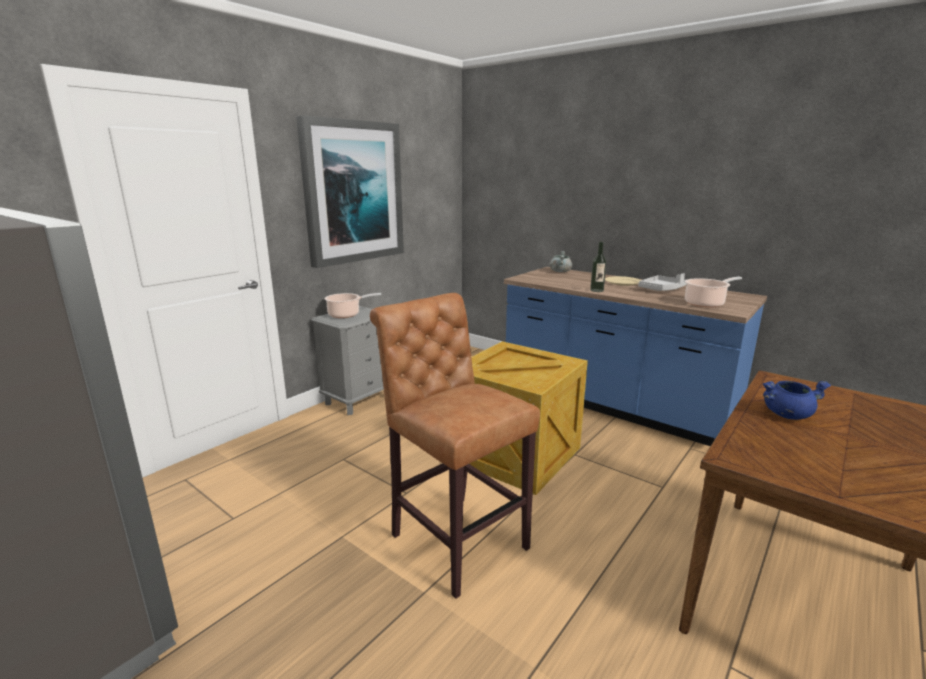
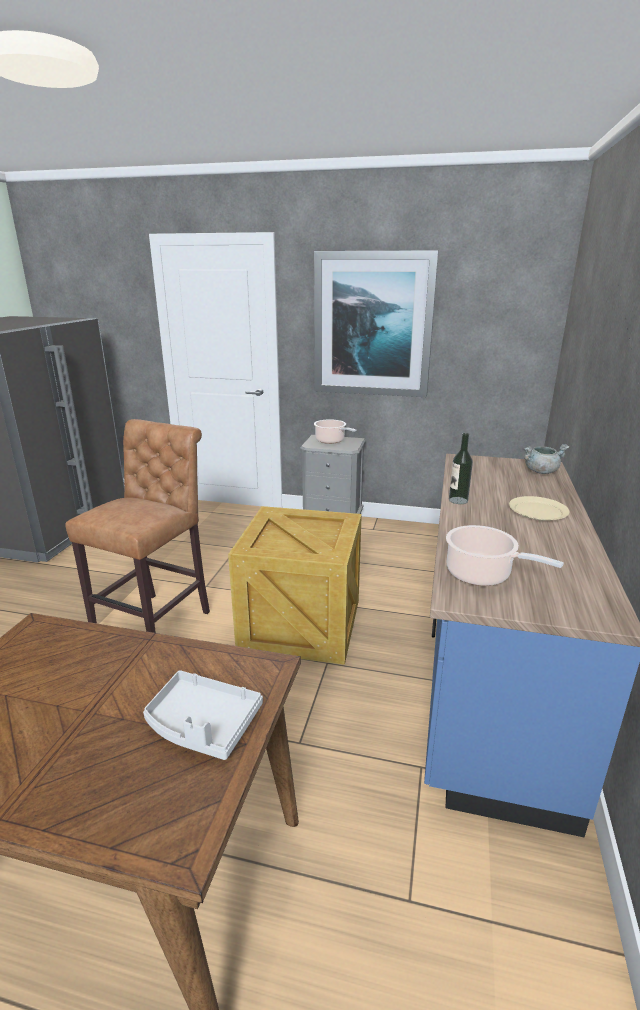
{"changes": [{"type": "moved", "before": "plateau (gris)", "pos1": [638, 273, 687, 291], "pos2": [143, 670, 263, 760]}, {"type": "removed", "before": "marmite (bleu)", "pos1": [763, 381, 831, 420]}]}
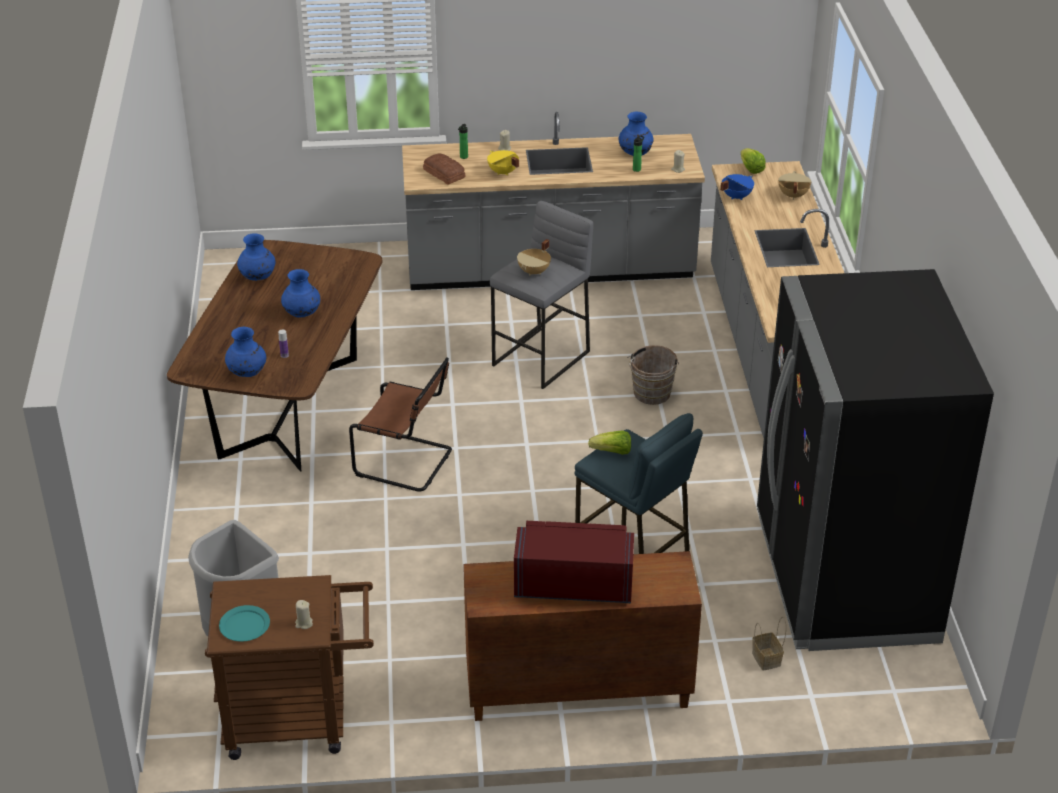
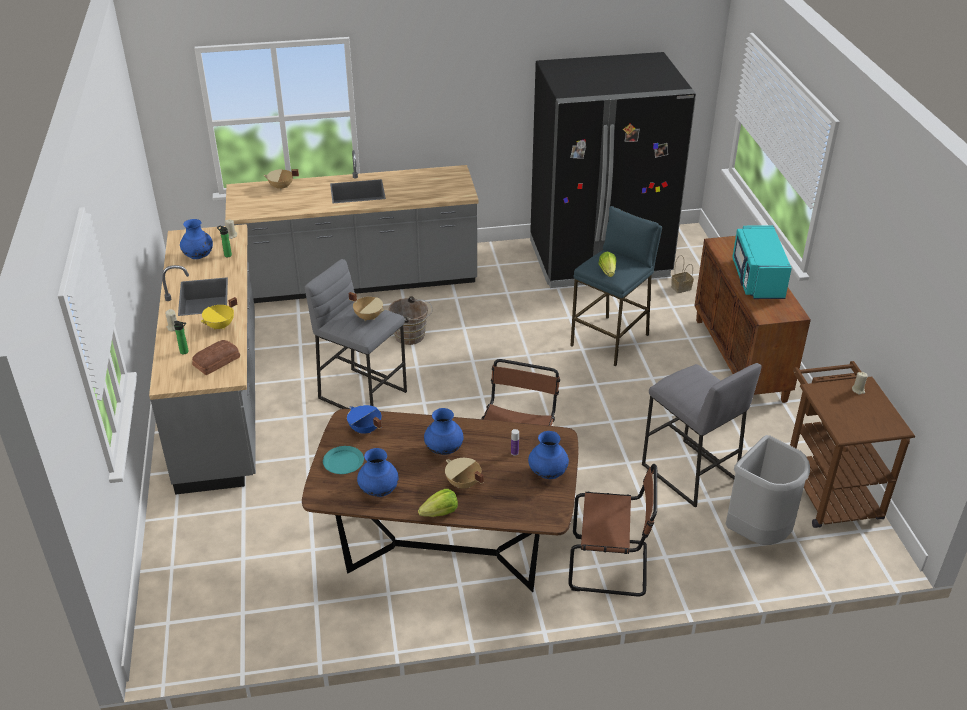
{"changes": [{"type": "moved", "before": "assiette (turquoise)", "pos1": [219, 605, 270, 642], "pos2": [323, 446, 364, 474]}, {"type": "recoloured", "before": "micro-ondes (rouge)", "after": "micro-ondes (turquoise)", "pos1": [514, 521, 634, 603], "pos2": [733, 225, 792, 299]}, {"type": "moved", "before": "marmite (bleu)", "pos1": [720, 174, 754, 200], "pos2": [347, 405, 382, 434]}, {"type": "moved", "before": "laitue", "pos1": [741, 148, 766, 174], "pos2": [418, 489, 458, 517]}, {"type": "added", "after": "marmite (beige)", "pos2": [445, 458, 484, 488]}, {"type": "added", "after": "chaise (marron)", "pos2": [568, 464, 657, 596]}, {"type": "added", "after": "tabouret (gris)", "pos2": [642, 363, 762, 508]}]}
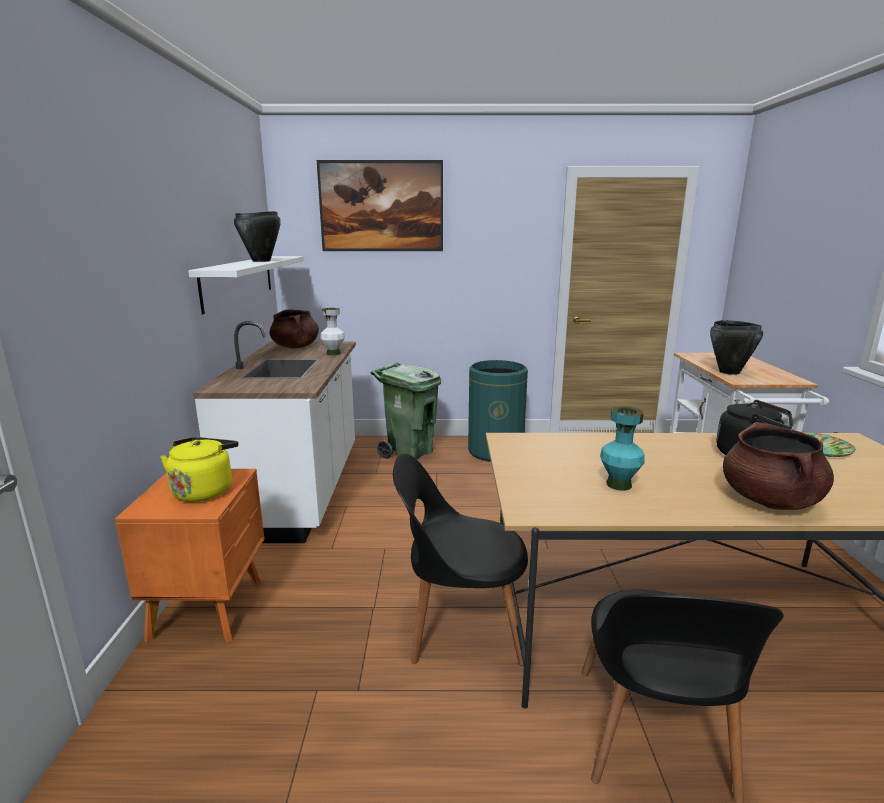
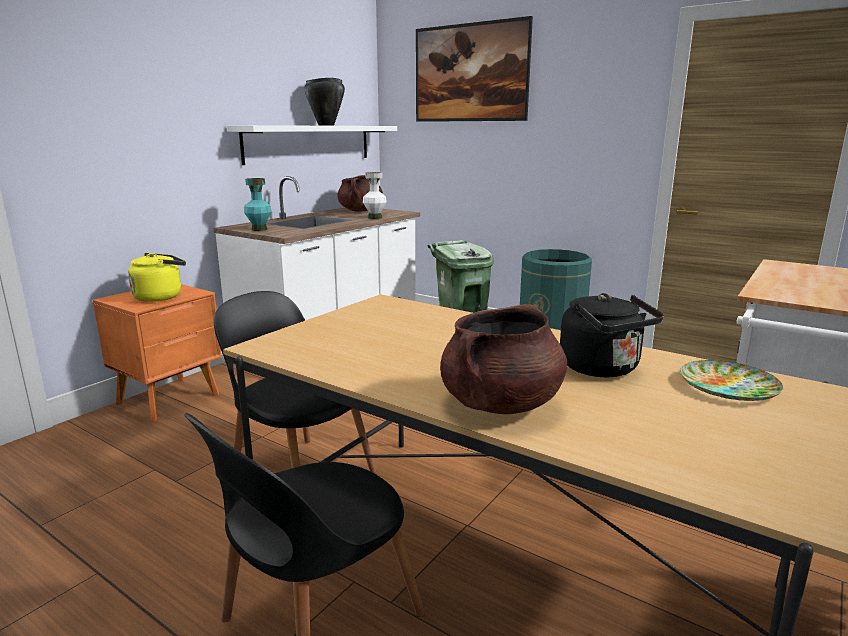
{"changes": [{"type": "moved", "before": "vase (turquoise)", "pos1": [600, 406, 644, 491], "pos2": [244, 178, 271, 231]}, {"type": "removed", "before": "marmite (noir)", "pos1": [710, 320, 763, 375]}]}
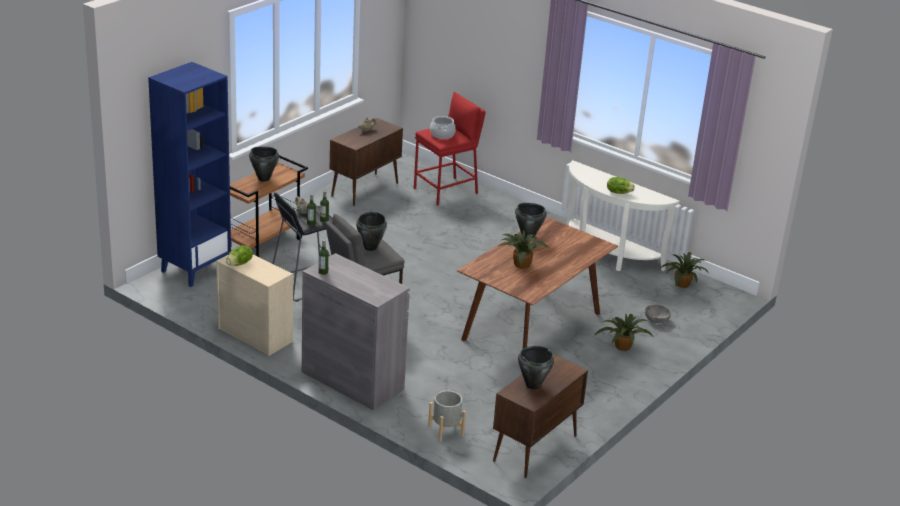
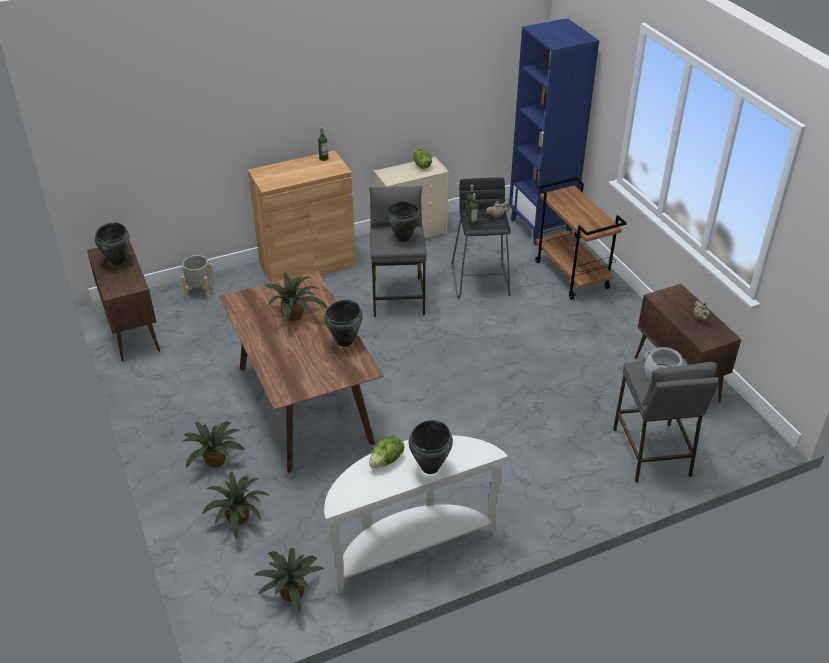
{"changes": [{"type": "moved", "before": "marmite (noir)", "pos1": [249, 146, 279, 181], "pos2": [409, 420, 453, 474]}, {"type": "recoloured", "before": "meuble de rangement (gris)", "after": "meuble de rangement (marron)", "pos1": [302, 253, 410, 410], "pos2": [248, 151, 356, 283]}, {"type": "recoloured", "before": "tabouret (rouge)", "after": "tabouret (gris)", "pos1": [414, 92, 486, 206], "pos2": [613, 358, 719, 482]}, {"type": "replaced", "before": "bol (gris)", "after": "plante en pot", "pos1": [645, 304, 671, 323], "pos2": [202, 471, 269, 540]}]}
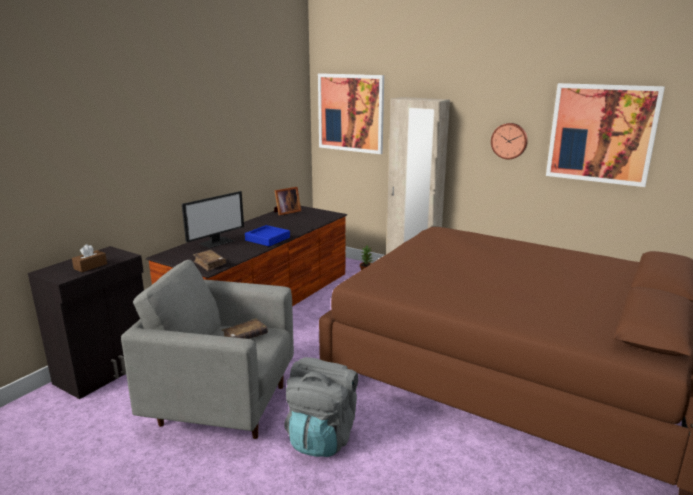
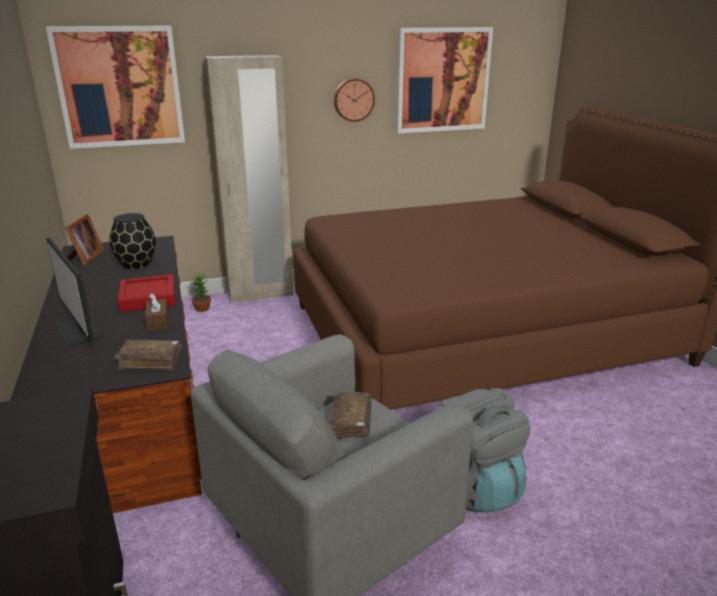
{"changes": [{"type": "moved", "before": "boîte à mouchoirs (marron)", "pos1": [72, 244, 107, 272], "pos2": [145, 293, 168, 331]}, {"type": "turned", "before": "écran d'ordinateur", "pos1": [182, 191, 244, 248], "pos2": [46, 238, 102, 346], "turn": 150}, {"type": "recoloured", "before": "plateau (bleu)", "after": "plateau (rouge)", "pos1": [245, 225, 290, 246], "pos2": [118, 274, 176, 312]}, {"type": "added", "after": "vase (noir)", "pos2": [109, 213, 156, 269]}]}
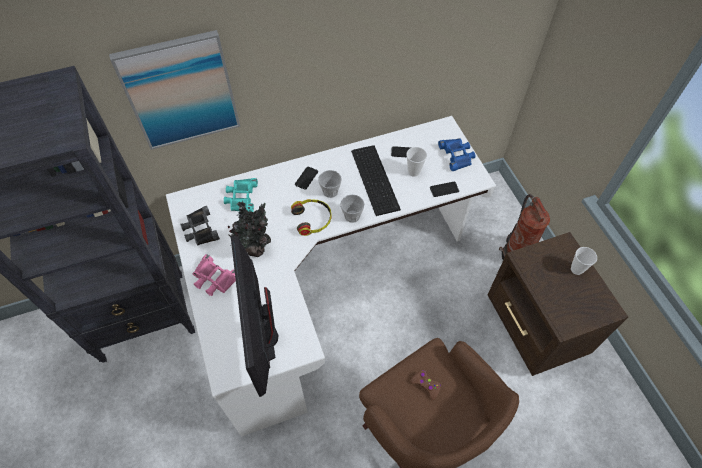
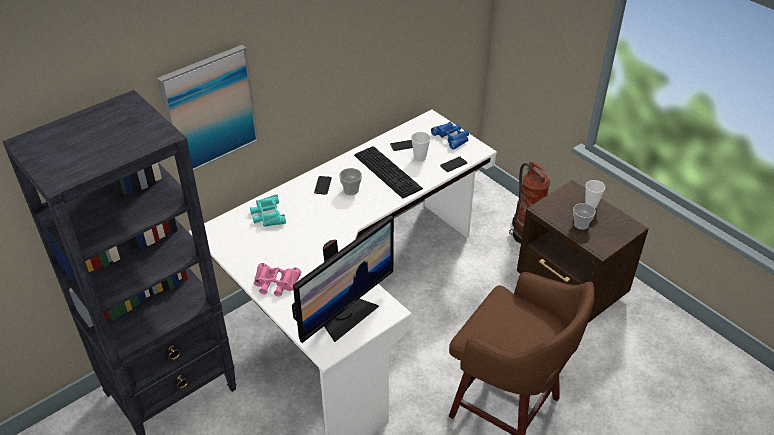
{"changes": [{"type": "removed", "before": "jumelles (noir)", "pos1": [180, 206, 220, 246]}, {"type": "removed", "before": "plante en pot", "pos1": [228, 201, 271, 257]}, {"type": "turned", "before": "écran d'ordinateur", "pos1": [231, 235, 279, 397], "pos2": [292, 216, 394, 343], "turn": -105}, {"type": "removed", "before": "casque audio", "pos1": [291, 199, 331, 236]}, {"type": "moved", "before": "tasse", "pos1": [340, 195, 364, 223], "pos2": [573, 203, 596, 230]}, {"type": "removed", "before": "manette (marron)", "pos1": [410, 370, 441, 400]}]}
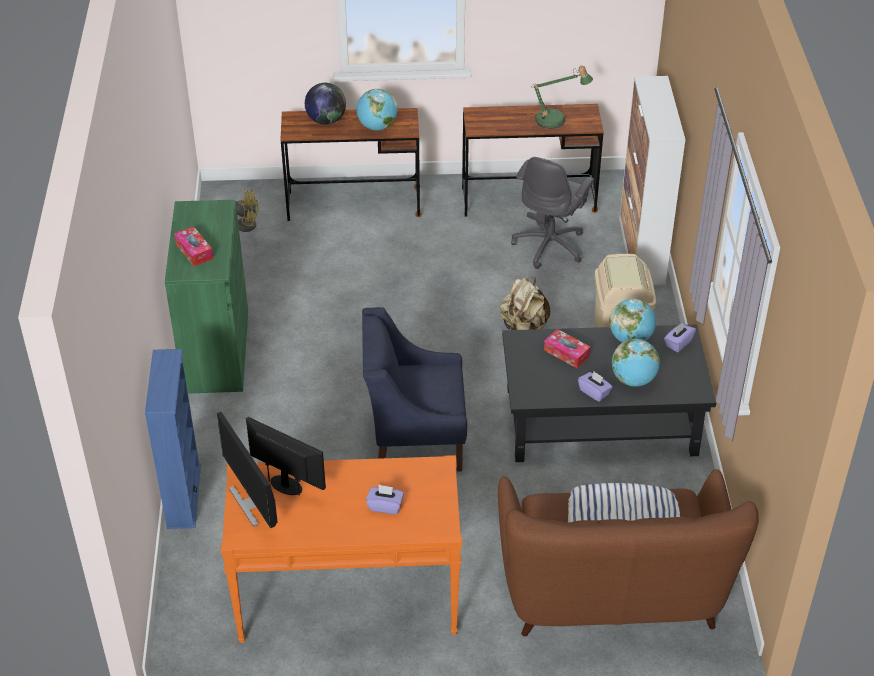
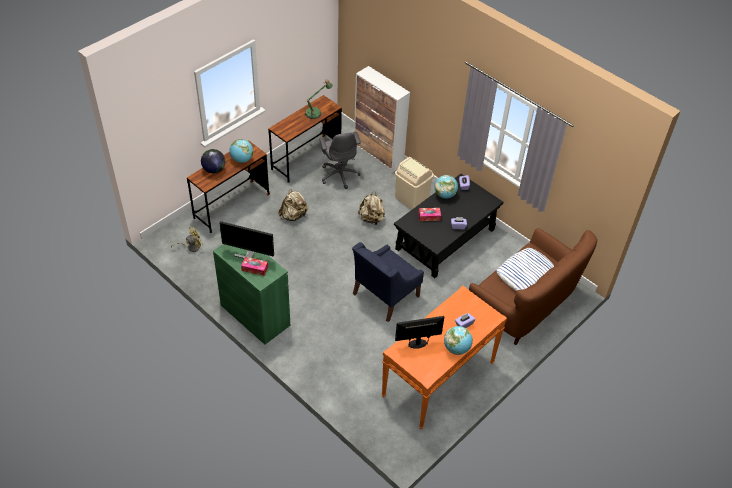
{"changes": [{"type": "removed", "before": "bibliothèque (bleu)", "pos1": [145, 349, 201, 529]}, {"type": "moved", "before": "écran d'ordinateur", "pos1": [217, 412, 277, 528], "pos2": [219, 221, 274, 259]}, {"type": "moved", "before": "globe", "pos1": [612, 339, 660, 387], "pos2": [444, 326, 473, 355]}, {"type": "added", "after": "sac à dos (beige)", "pos2": [278, 189, 308, 221]}]}
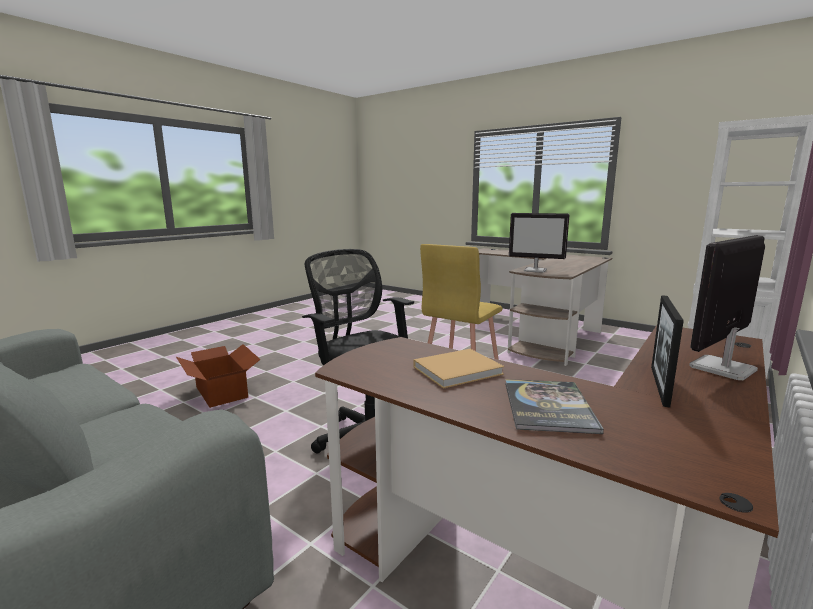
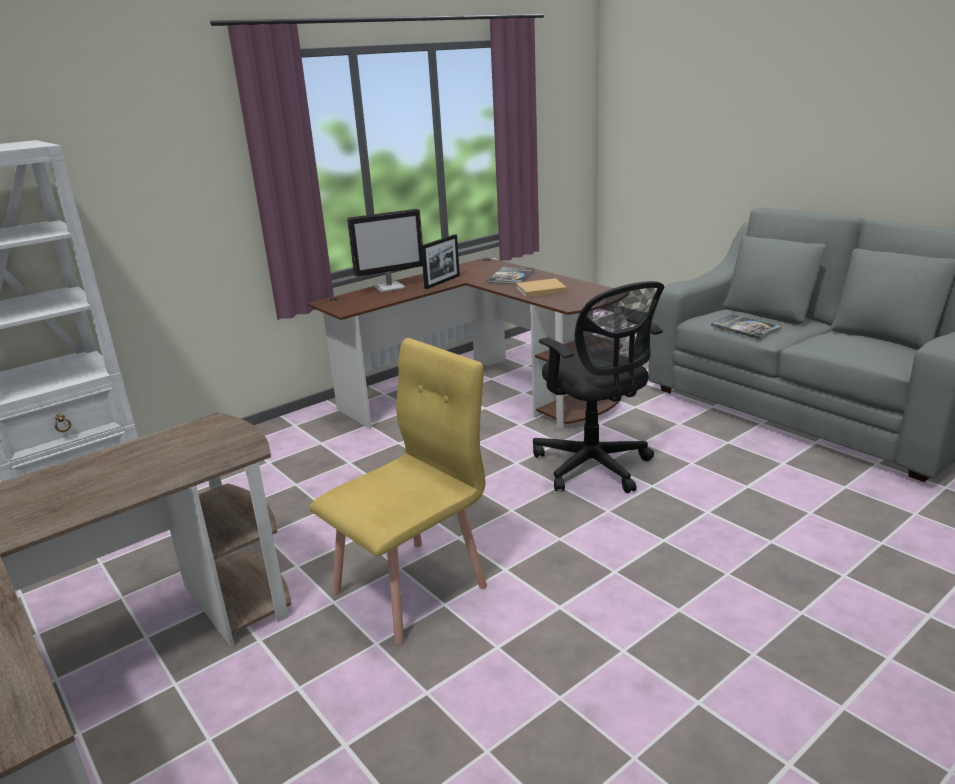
{"changes": [{"type": "removed", "before": "carton", "pos1": [176, 344, 261, 408]}, {"type": "removed", "before": "écran d'ordinateur", "pos1": [509, 213, 569, 273]}, {"type": "added", "after": "livre", "pos2": [711, 314, 782, 339]}]}
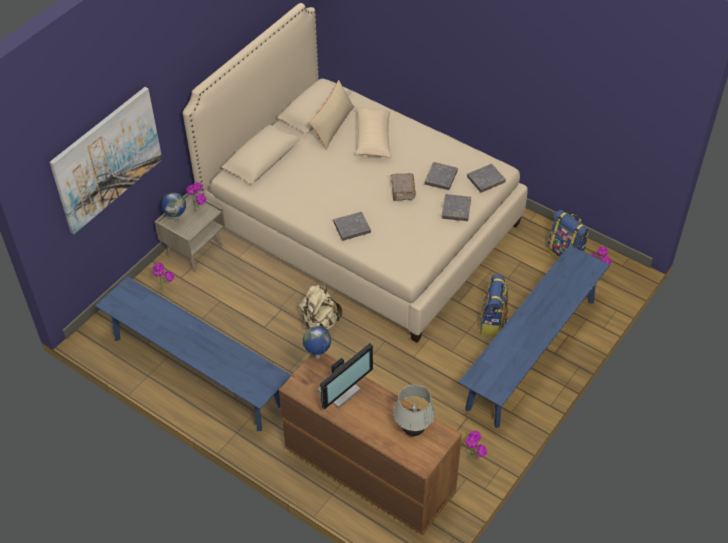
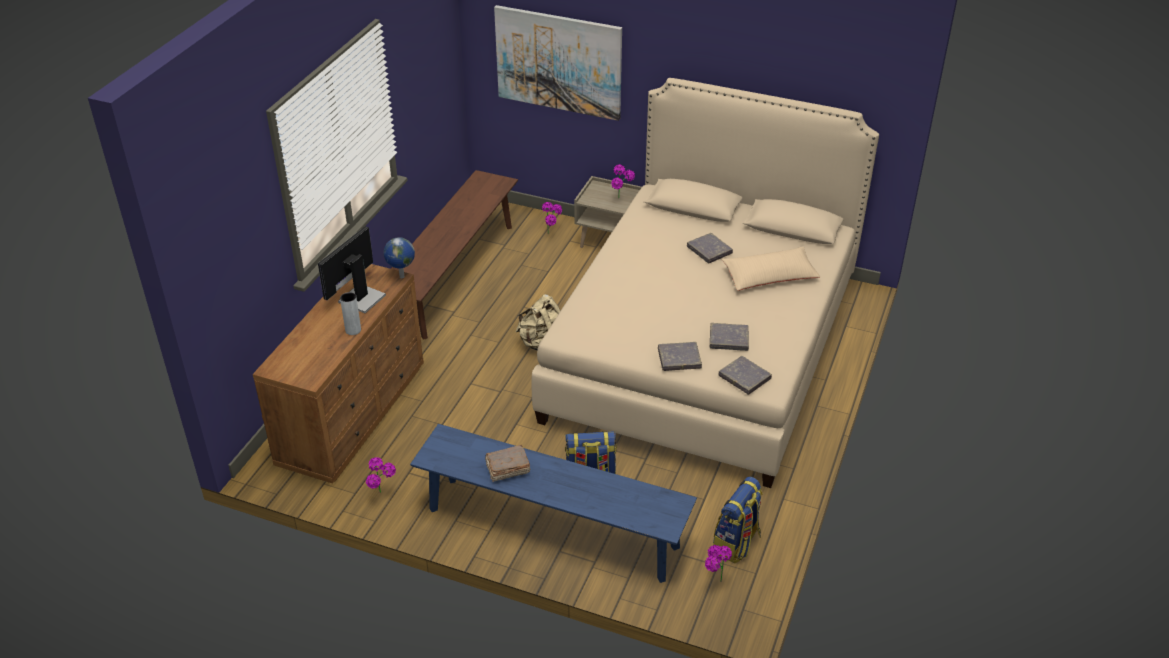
{"changes": [{"type": "recoloured", "before": "banc (bleu)", "after": "banc (marron)", "pos1": [95, 276, 291, 431], "pos2": [391, 170, 518, 340]}, {"type": "removed", "before": "globe", "pos1": [161, 193, 186, 222]}, {"type": "removed", "before": "coussin (beige)", "pos1": [309, 80, 355, 150]}, {"type": "turned", "before": "écran d'ordinateur", "pos1": [317, 343, 373, 409], "pos2": [318, 226, 386, 313], "turn": 90}, {"type": "moved", "before": "livre (gris)", "pos1": [333, 212, 371, 241], "pos2": [687, 233, 733, 263]}, {"type": "moved", "before": "livre (marron)", "pos1": [391, 173, 416, 201], "pos2": [485, 445, 530, 482]}, {"type": "removed", "before": "lampe de table (blanc)", "pos1": [393, 385, 435, 436]}, {"type": "added", "after": "vase (gris)", "pos2": [340, 292, 361, 335]}]}
